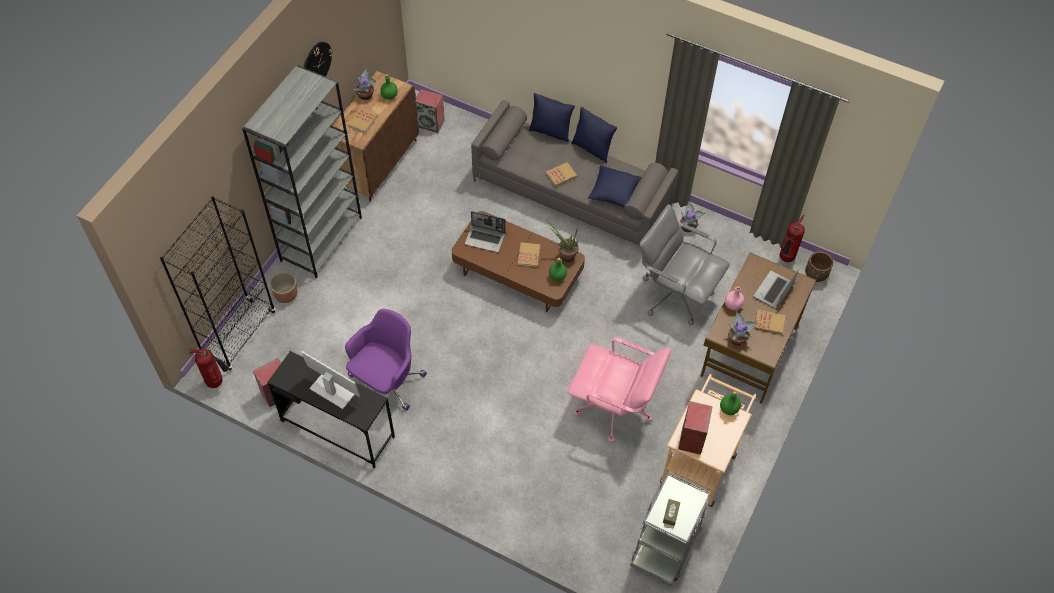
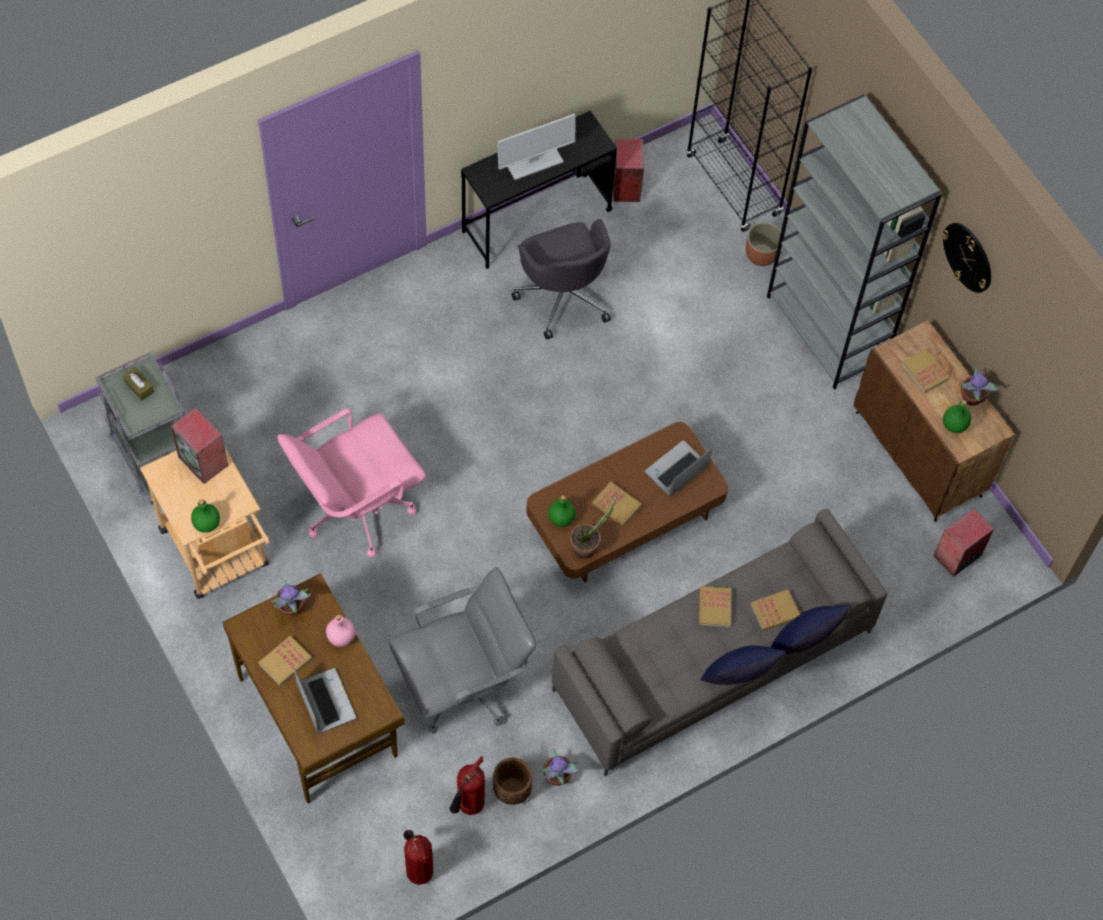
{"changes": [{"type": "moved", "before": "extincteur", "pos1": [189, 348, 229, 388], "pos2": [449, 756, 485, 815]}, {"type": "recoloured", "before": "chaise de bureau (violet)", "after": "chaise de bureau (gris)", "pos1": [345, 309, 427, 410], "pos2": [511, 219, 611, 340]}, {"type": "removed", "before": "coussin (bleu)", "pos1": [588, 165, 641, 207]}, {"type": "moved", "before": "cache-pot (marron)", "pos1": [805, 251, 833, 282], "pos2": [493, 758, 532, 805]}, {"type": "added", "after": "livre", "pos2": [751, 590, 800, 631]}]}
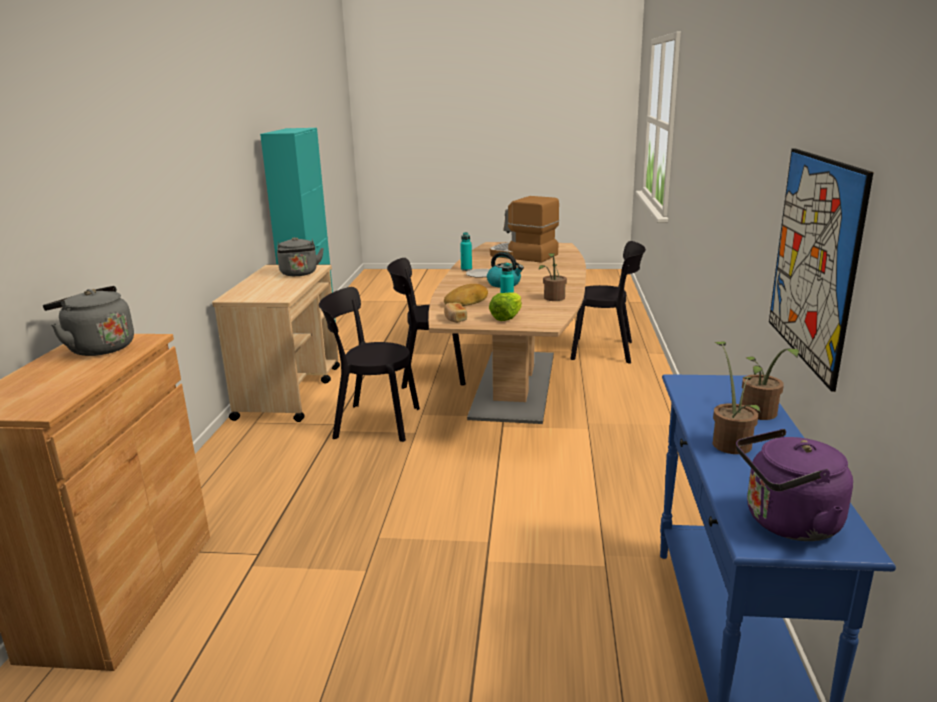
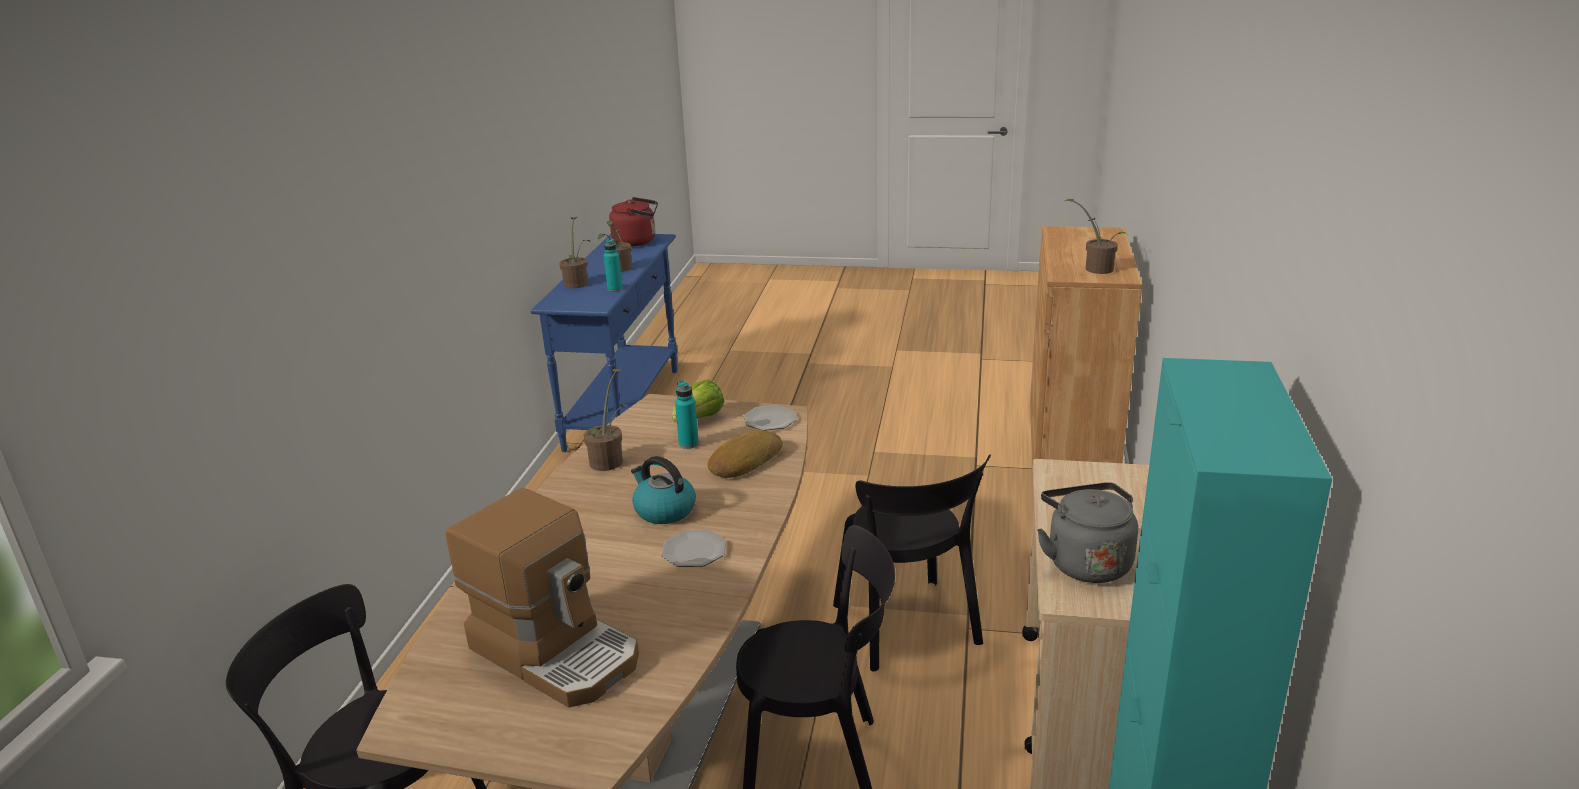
{"changes": [{"type": "replaced", "before": "bouilloire (gris)", "after": "plante en pot", "pos1": [43, 286, 134, 356], "pos2": [1065, 199, 1127, 274]}, {"type": "turned", "before": "chaise (noir)", "pos1": [319, 287, 420, 442], "pos2": [833, 455, 991, 671], "turn": 60}, {"type": "replaced", "before": "pain", "after": "assiette", "pos1": [444, 303, 467, 323], "pos2": [743, 405, 797, 431]}, {"type": "moved", "before": "bouteille (turquoise)", "pos1": [460, 232, 472, 271], "pos2": [604, 239, 623, 291]}, {"type": "recoloured", "before": "bouilloire (violet)", "after": "bouilloire (rouge)", "pos1": [736, 429, 853, 541], "pos2": [609, 197, 658, 246]}, {"type": "removed", "before": "tableau", "pos1": [769, 148, 874, 392]}]}
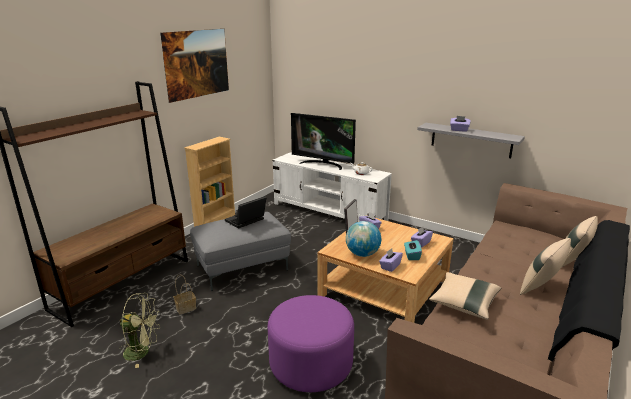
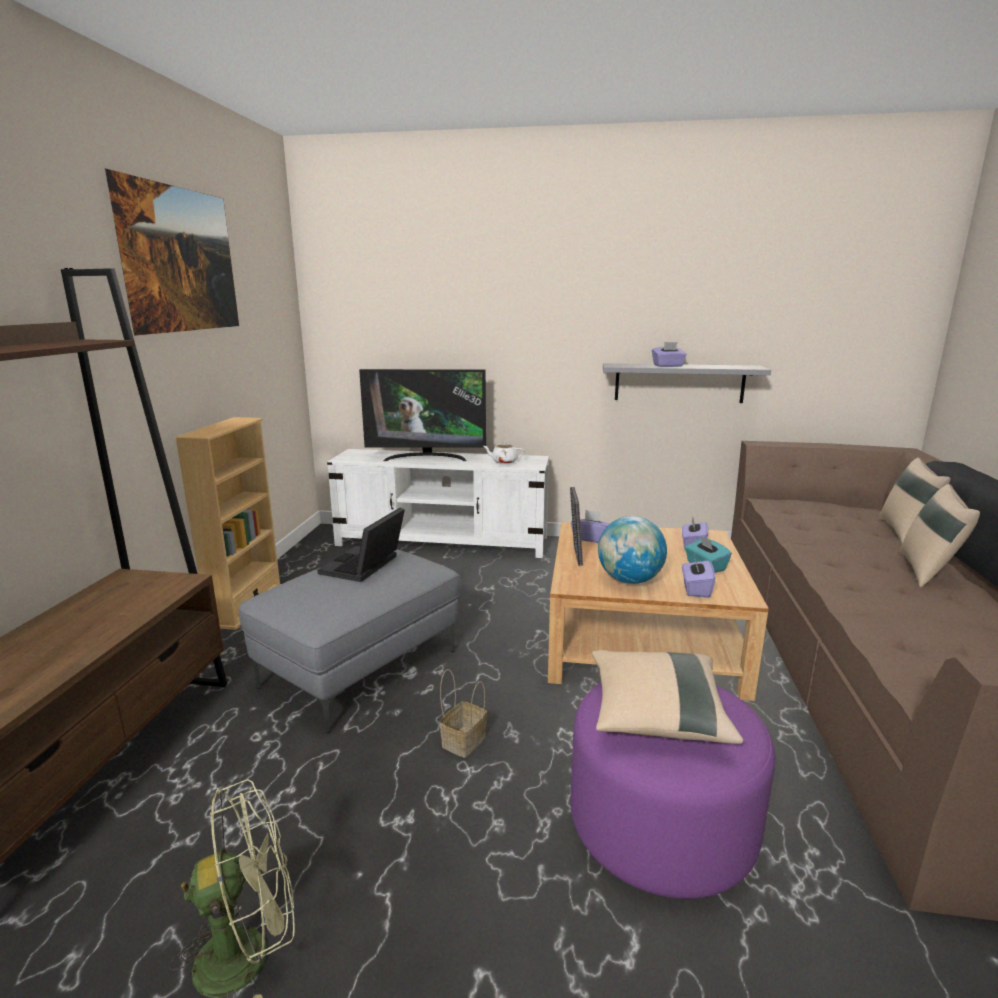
{"changes": [{"type": "moved", "before": "panier", "pos1": [174, 275, 196, 315], "pos2": [439, 669, 487, 758]}, {"type": "moved", "before": "coussin (beige)", "pos1": [429, 272, 501, 320], "pos2": [592, 650, 743, 744]}]}
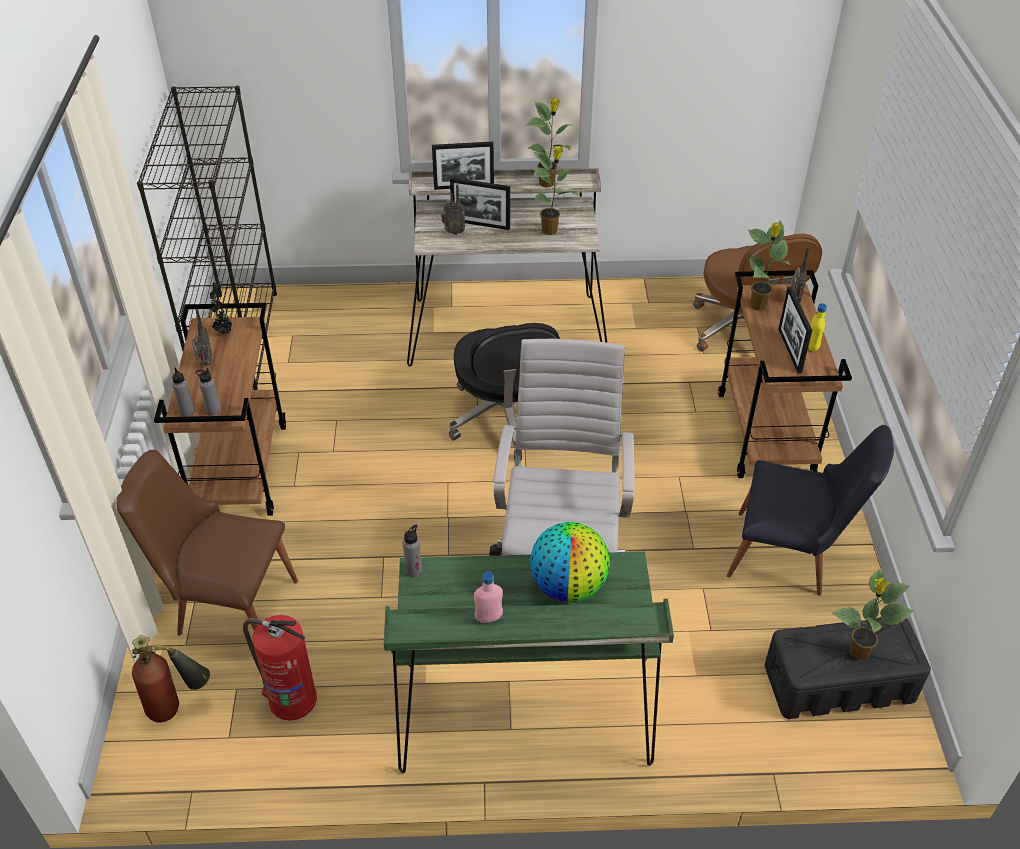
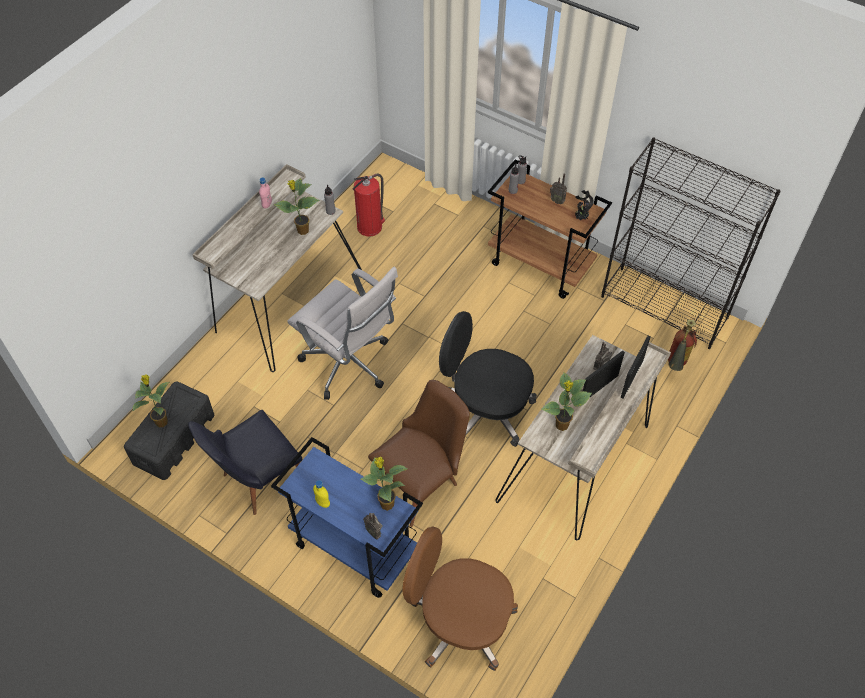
{"changes": [{"type": "moved", "before": "chaise (marron)", "pos1": [117, 450, 298, 636], "pos2": [368, 380, 470, 527]}, {"type": "moved", "before": "extincteur", "pos1": [132, 635, 210, 723], "pos2": [668, 319, 697, 371]}, {"type": "recoloured", "before": "bureau (vert)", "after": "bureau (beige)", "pos1": [384, 552, 674, 773], "pos2": [192, 164, 362, 372]}, {"type": "moved", "before": "plante en pot", "pos1": [527, 98, 573, 188], "pos2": [274, 178, 319, 235]}, {"type": "removed", "before": "globe", "pos1": [530, 522, 610, 602]}, {"type": "recoloured", "before": "chariot (marron)", "after": "chariot (bleu)", "pos1": [718, 270, 852, 478], "pos2": [271, 437, 423, 598]}, {"type": "removed", "before": "cadre photo", "pos1": [778, 287, 812, 373]}]}
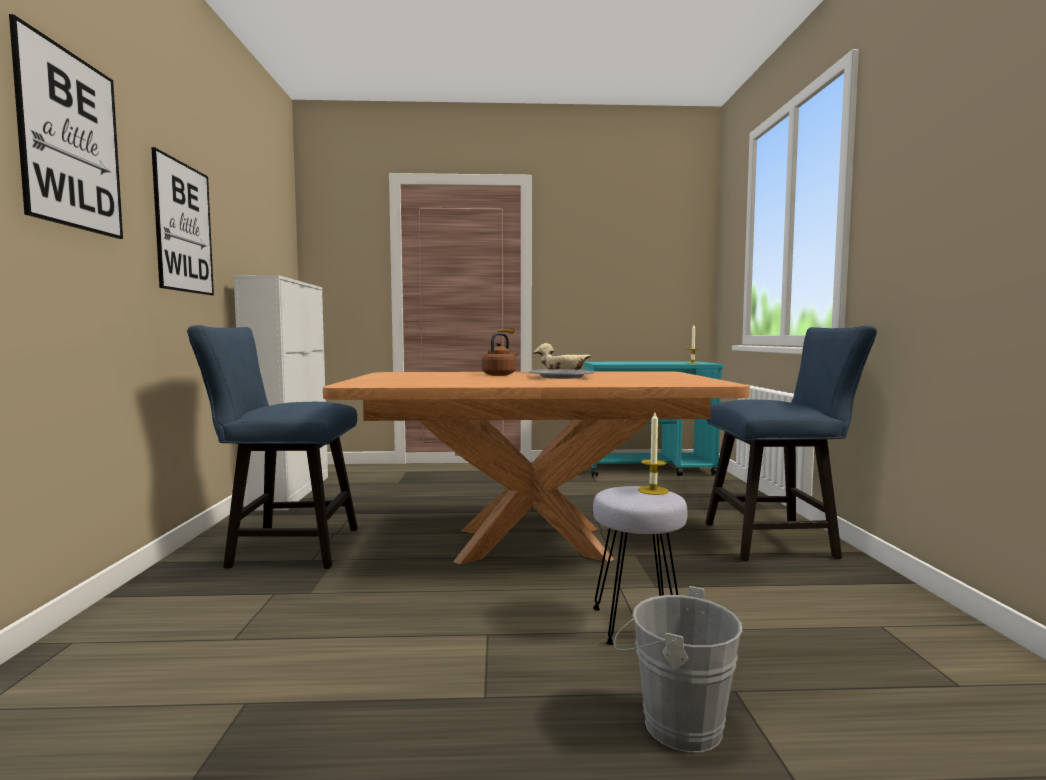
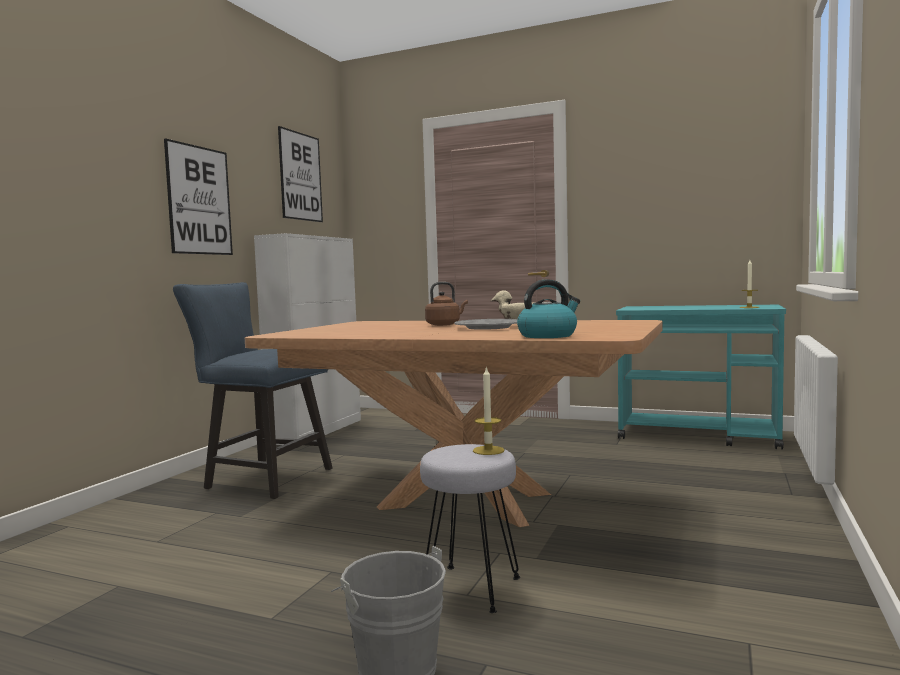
{"changes": [{"type": "moved", "before": "tableau", "pos1": [9, 14, 123, 239], "pos2": [278, 126, 323, 222]}, {"type": "removed", "before": "chaise (bleu)", "pos1": [705, 325, 877, 561]}, {"type": "added", "after": "bouilloire", "pos2": [517, 280, 580, 338]}]}
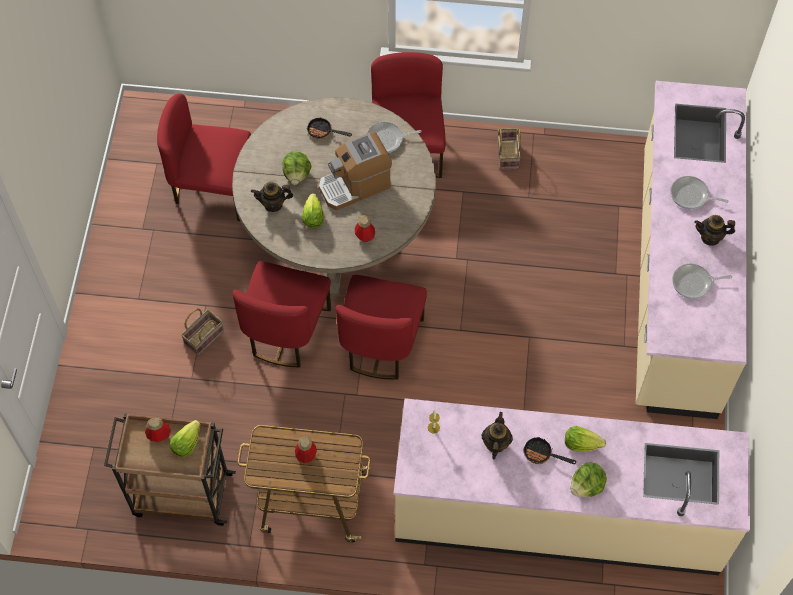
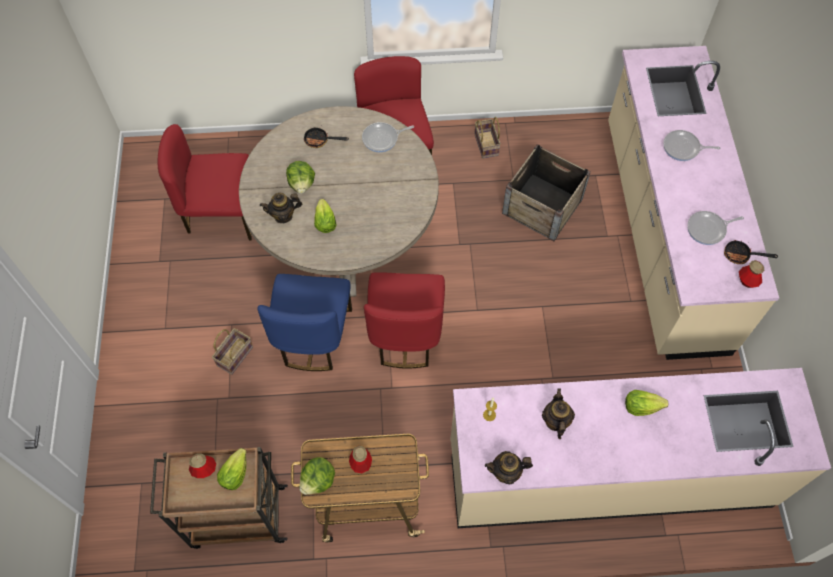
{"changes": [{"type": "recoloured", "before": "chaise (rouge)", "after": "chaise (bleu)", "pos1": [233, 261, 331, 368], "pos2": [257, 274, 352, 371]}, {"type": "removed", "before": "machine à café", "pos1": [319, 132, 392, 210]}, {"type": "moved", "before": "bouteille", "pos1": [355, 215, 375, 242], "pos2": [739, 260, 764, 288]}, {"type": "moved", "before": "poêle", "pos1": [524, 437, 576, 464], "pos2": [724, 240, 778, 264]}, {"type": "moved", "before": "laitue", "pos1": [571, 462, 607, 497], "pos2": [299, 457, 335, 495]}, {"type": "moved", "before": "théière", "pos1": [694, 215, 735, 246], "pos2": [485, 451, 533, 485]}, {"type": "added", "after": "caisse", "pos2": [502, 145, 591, 241]}]}
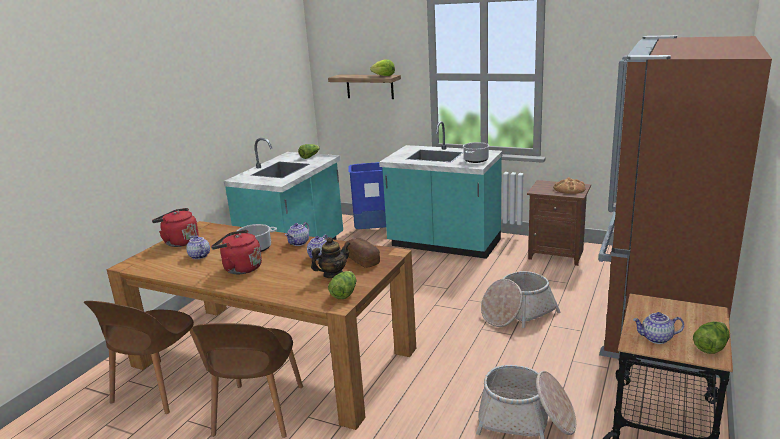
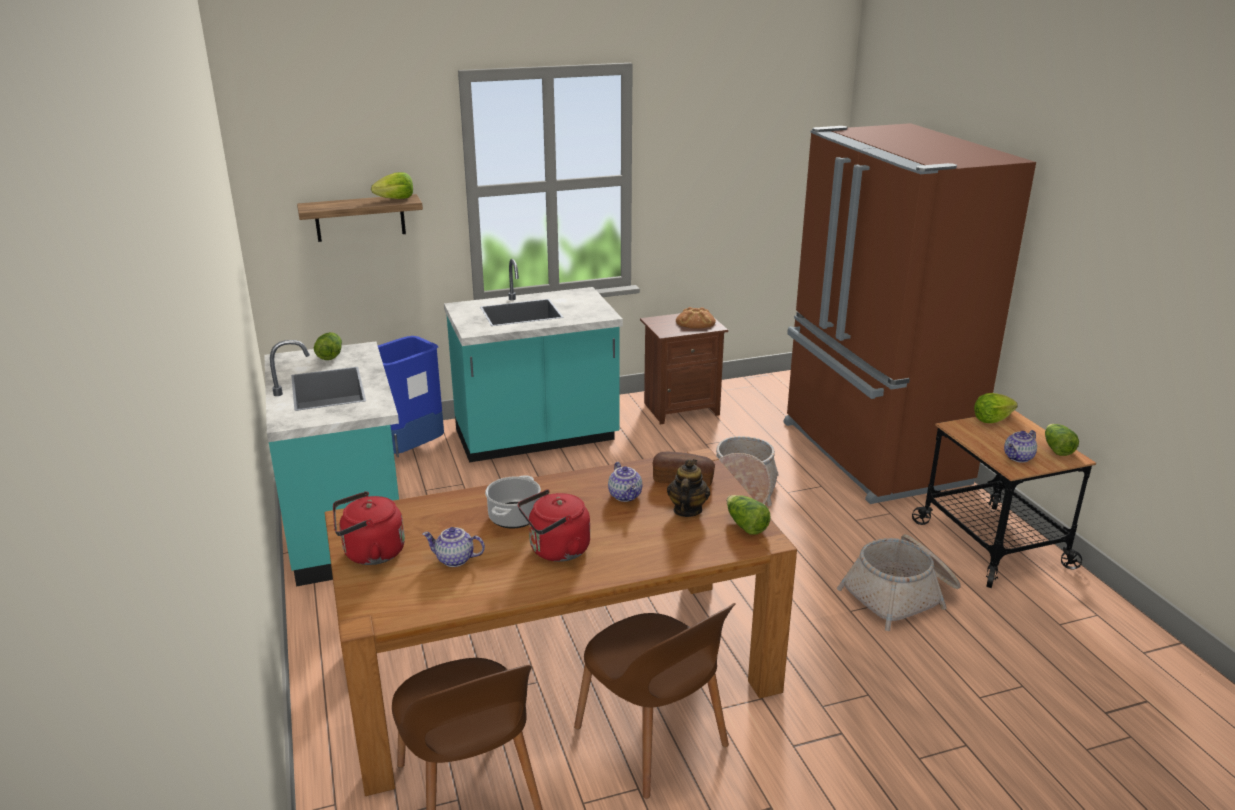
{"changes": [{"type": "removed", "before": "théière", "pos1": [285, 222, 309, 246]}, {"type": "removed", "before": "marmite", "pos1": [463, 142, 489, 163]}, {"type": "added", "after": "laitue", "pos2": [974, 393, 1018, 423]}]}
